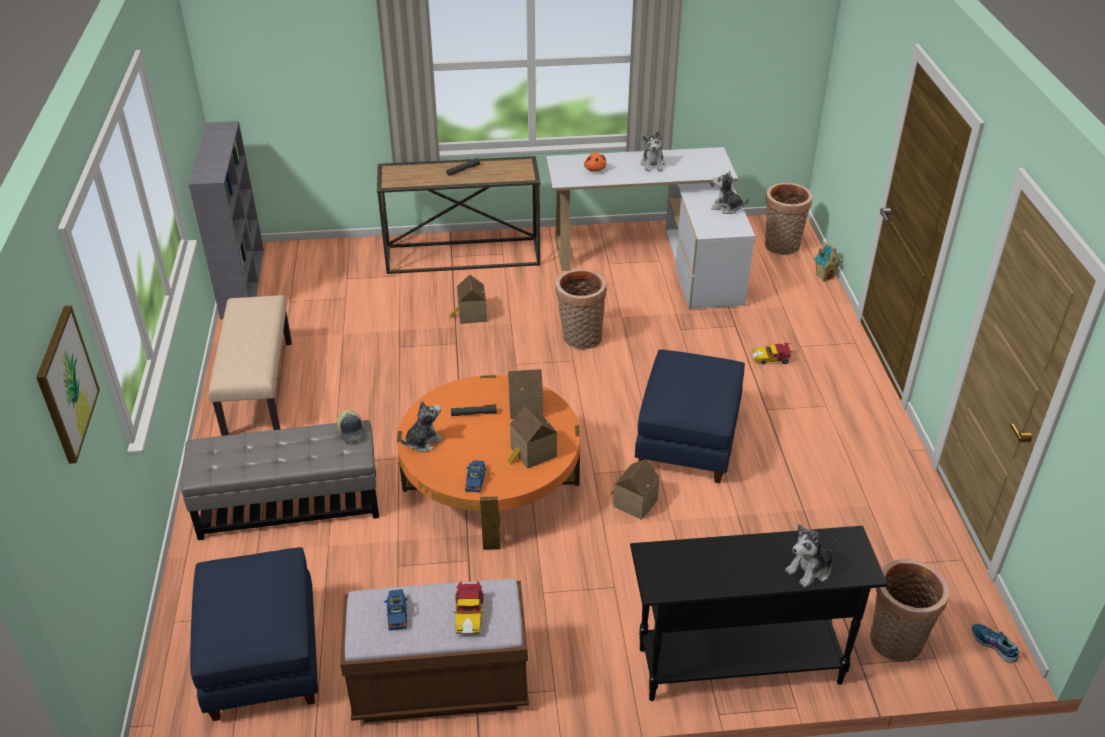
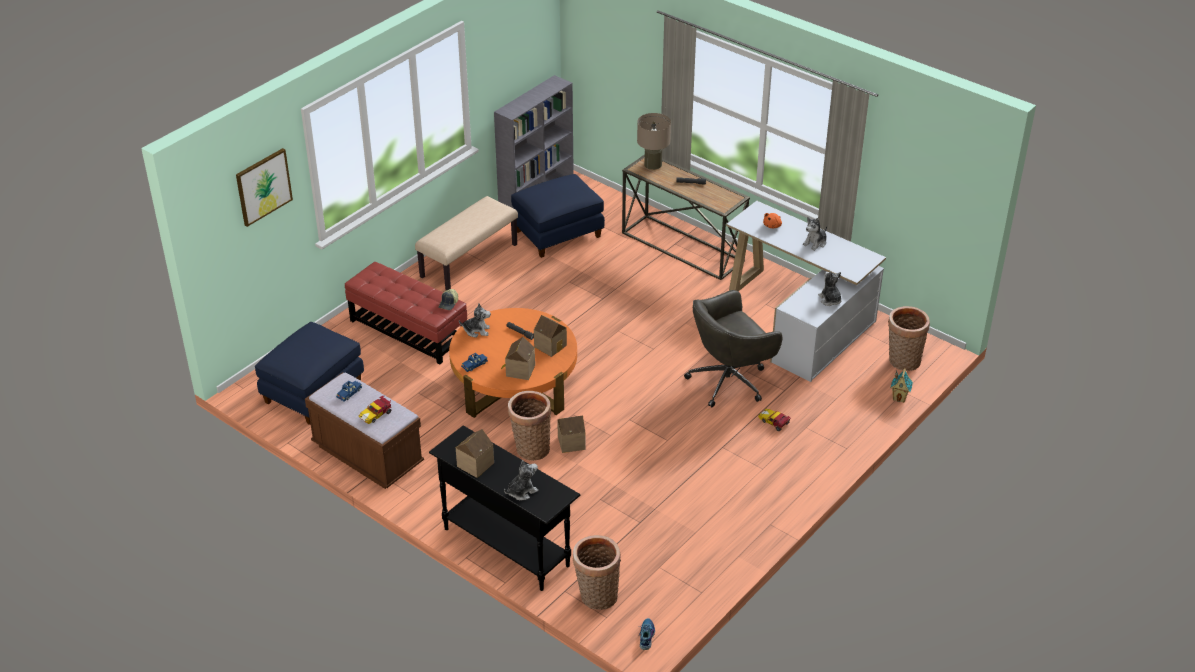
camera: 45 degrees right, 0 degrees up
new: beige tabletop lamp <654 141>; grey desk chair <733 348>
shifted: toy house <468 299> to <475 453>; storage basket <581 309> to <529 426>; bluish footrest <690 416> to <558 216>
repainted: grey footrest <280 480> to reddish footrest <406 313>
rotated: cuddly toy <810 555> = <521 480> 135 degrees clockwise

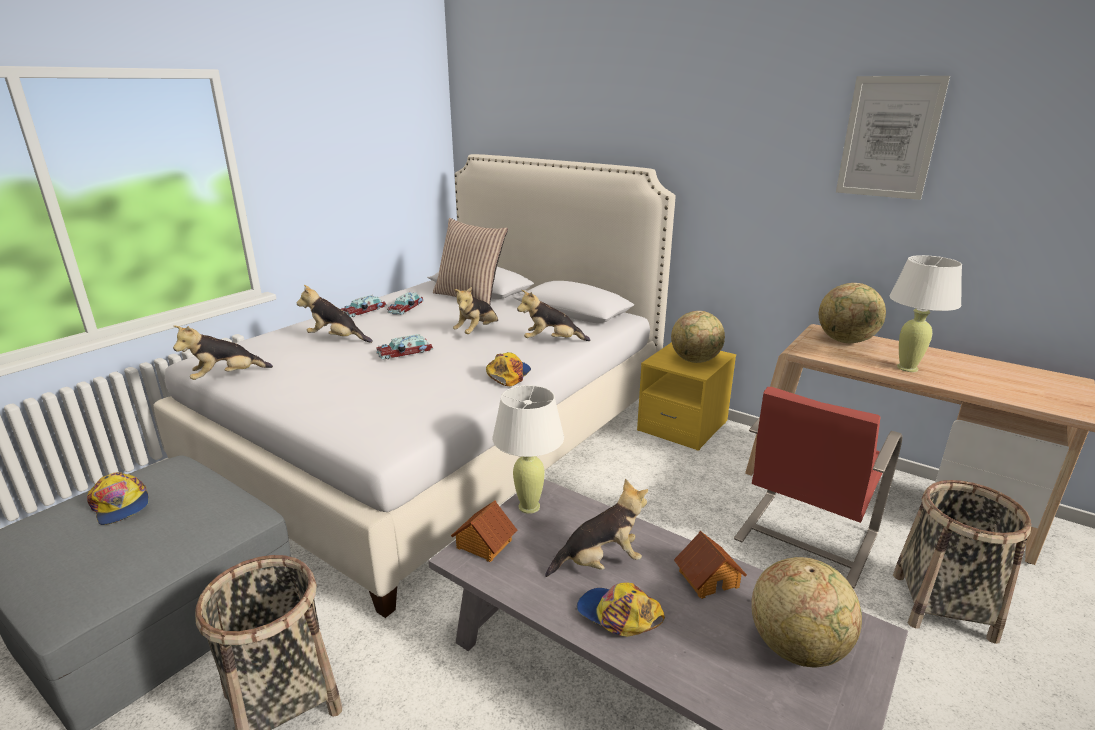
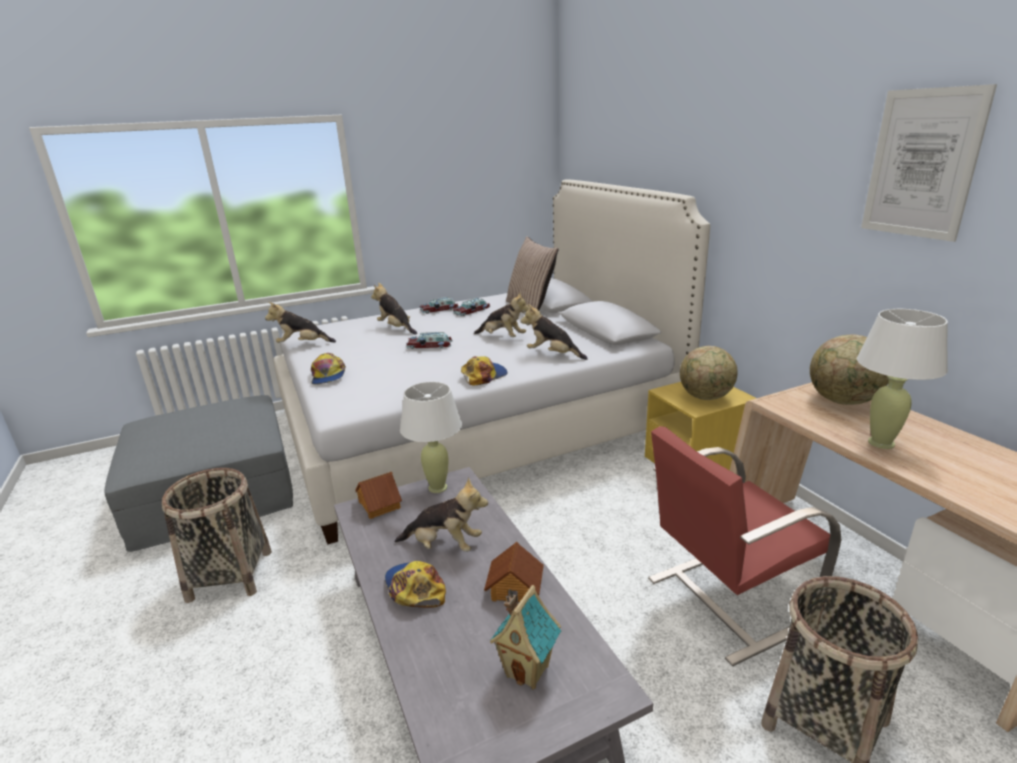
camera: 30 degrees right, 0 degrees up
shifted: cap <118 498> to <328 368>
swapped: desk globe <806 612> to toy house <525 637>
rotated: cuddly toy <475 310> = <502 315> 120 degrees counterclockwise

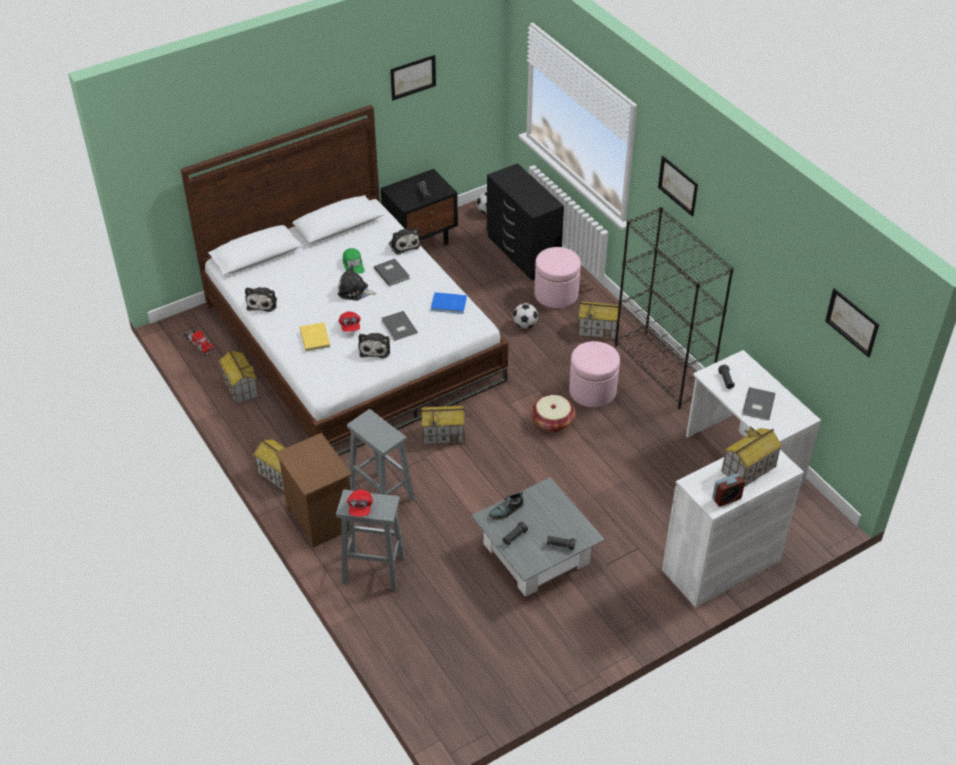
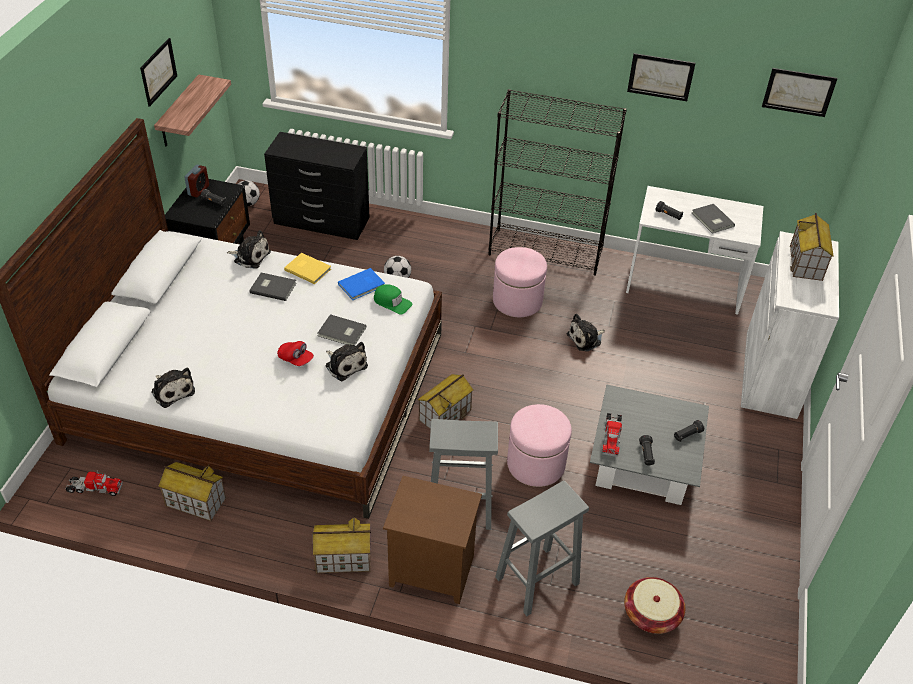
camera: 45 degrees left, 0 degrees up
gone: reddish cap <360 503>; toy house <598 320>
new: shelf <192 110>
shifted: table clock <728 490> to <196 180>; yellow-coloured book <315 336> to <307 268>; green cap <354 261> to <393 299>; pink footrest <557 277> to <539 445>; cuddly toy <357 283> to <585 332>; storage basket <553 413> to <654 605>; wall art <678 186> to <661 77>
swapped: item of footwear <506 505> to toy truck <612 435>

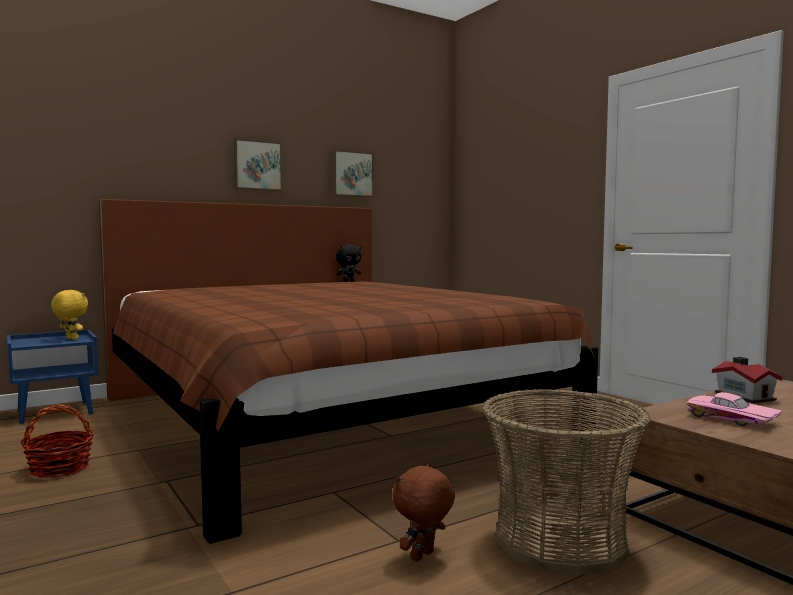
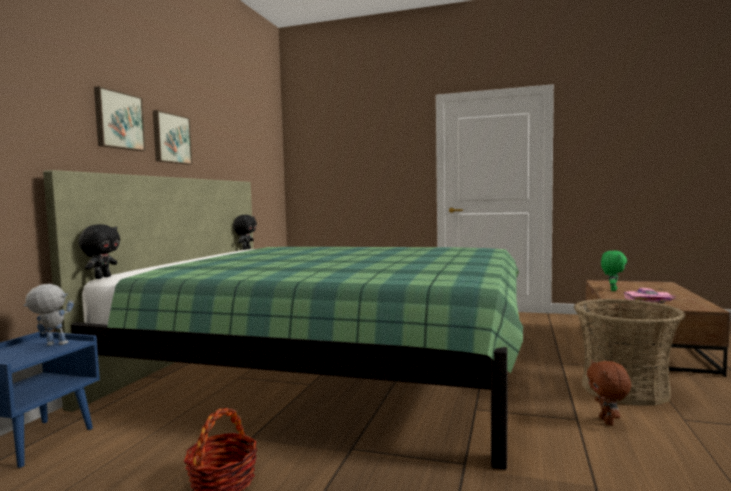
camera: 40 degrees left, 0 degrees up
new: black-coloured cuddly toy <99 251>
shifted: wall art <353 173> to <120 118>
swapped: yellow-coloured cuddly toy <69 315> to model robot <49 315>; toy house <747 380> to green cuddly toy <614 271>
repainted: brown sleeping bed <348 371> to green sleeping bed <283 320>

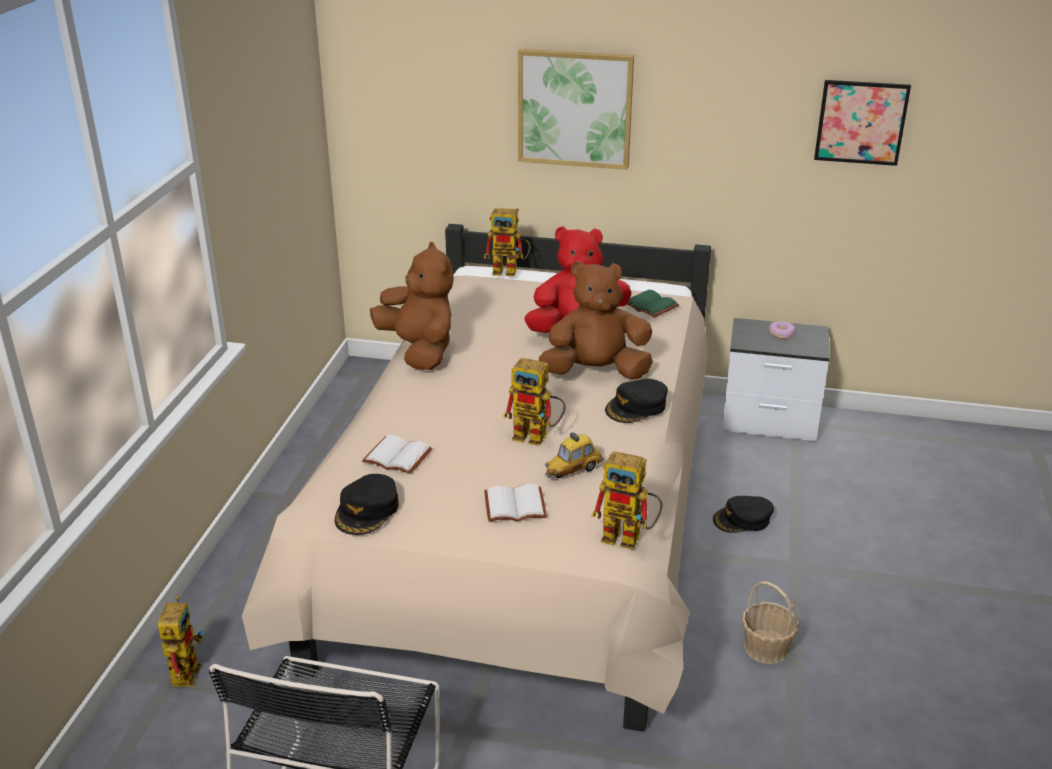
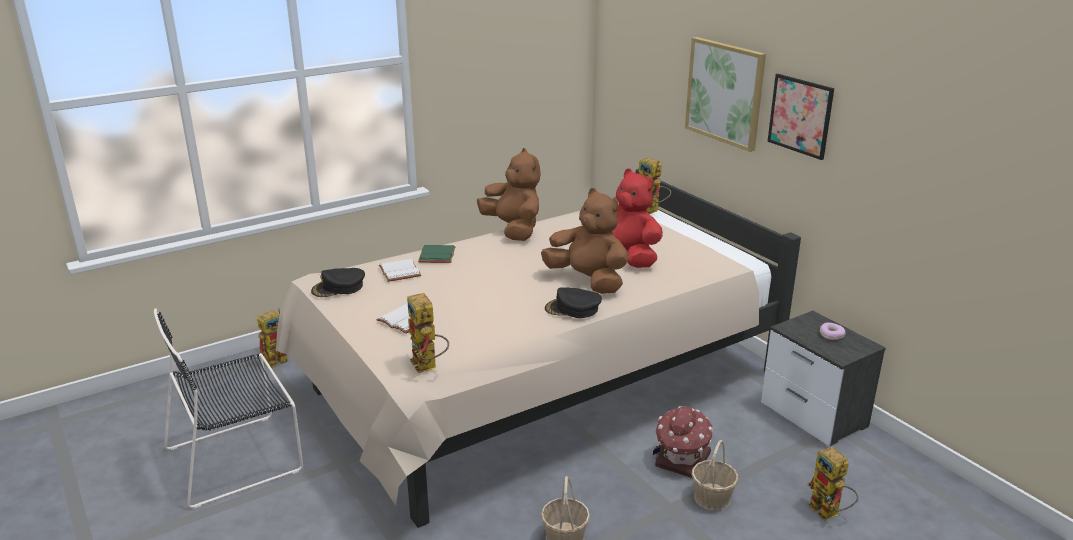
camera: 45 degrees right, 5 degrees down
gone: miniature car <574 455>
new: storage basket <715 475>
shifted: green book <653 304> to <437 254>; wall art <862 123> to <800 117>; model robot <534 402> to <832 484>
swapped: black-coloured cap <743 514> to toy house <683 442>
rotated: brown cuddly toy <412 306> = <509 194> 45 degrees counterclockwise

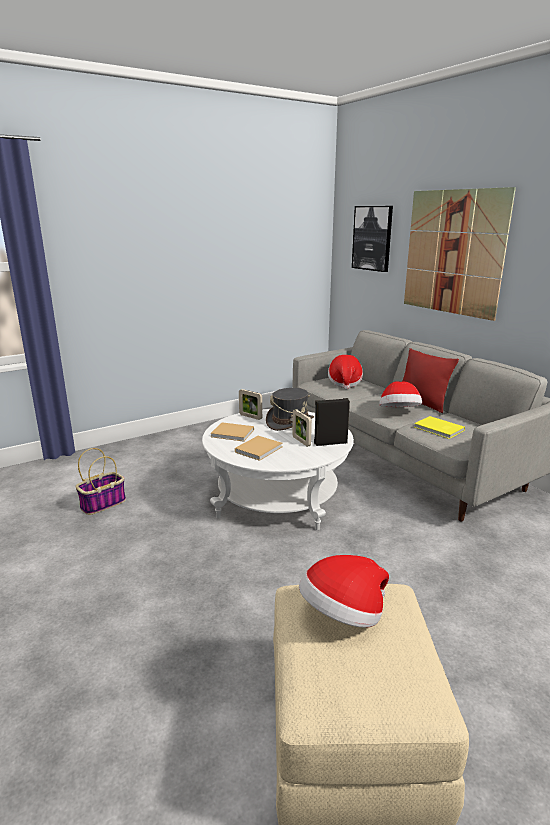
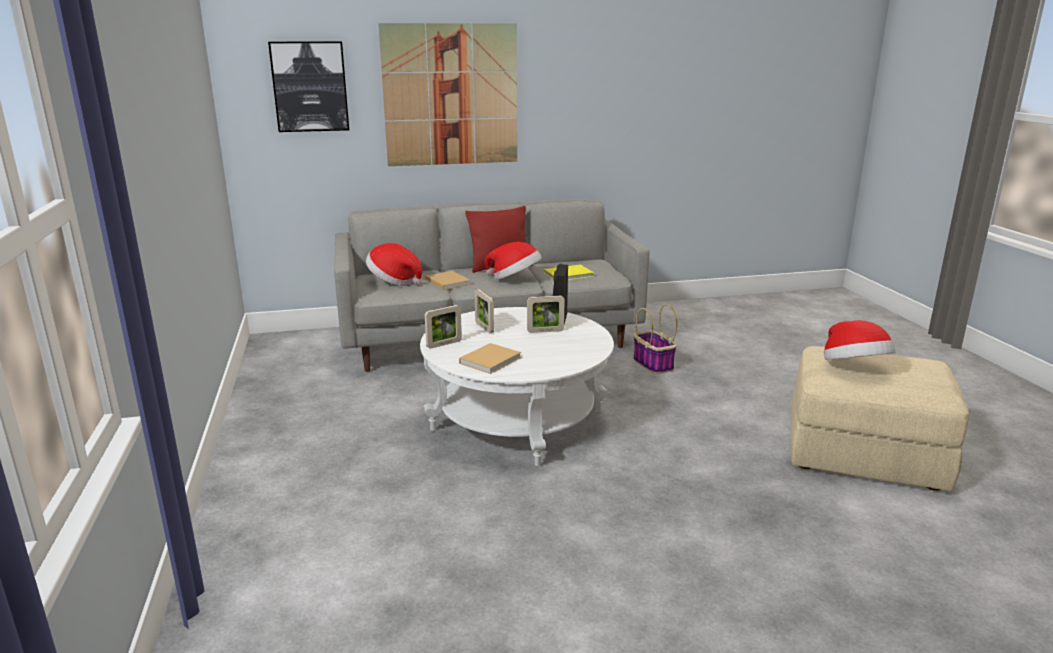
camera: 70 degrees left, 0 degrees up
shifted: beige book <258 448> to <448 280>; storage basket <101 481> to <655 339>
swapped: grey clothing hat <290 409> to photo frame <484 311>

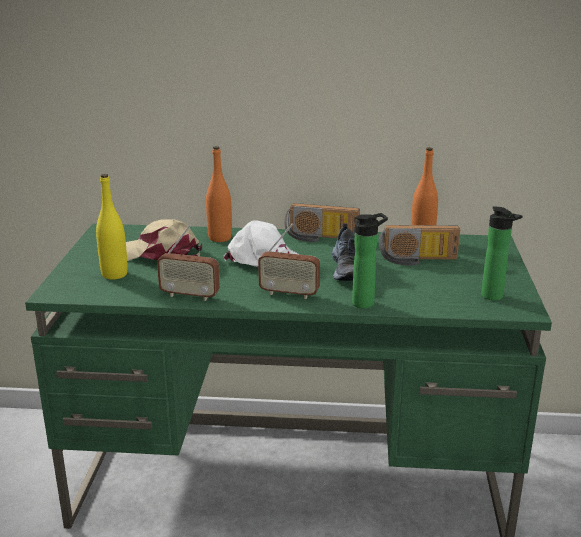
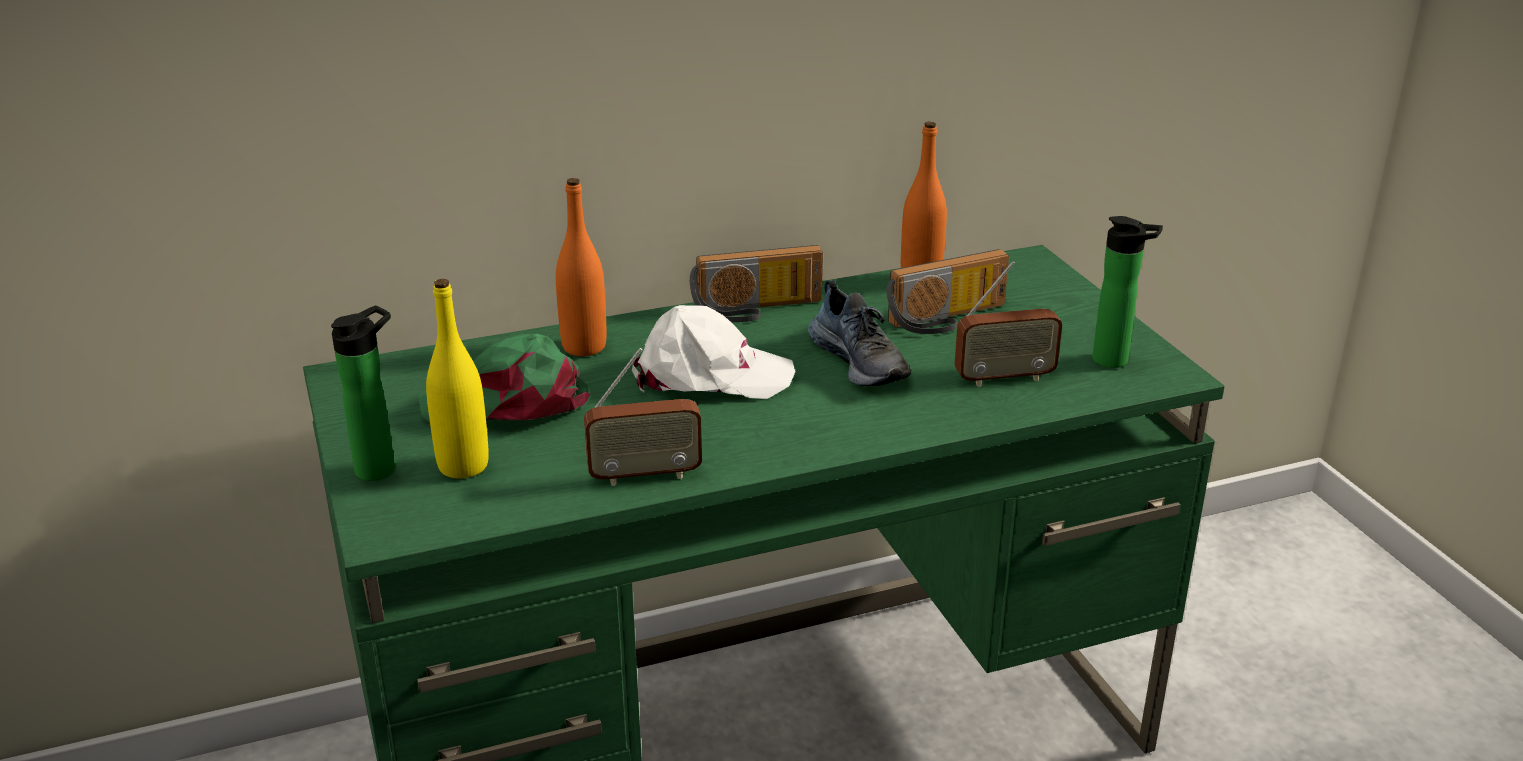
camera: 25 degrees left, 5 degrees up
shifted: bottle <370 261> to <363 393>; radio set <289 261> to <1008 324>
repainted: beige cap <164 240> to green cap <504 378>

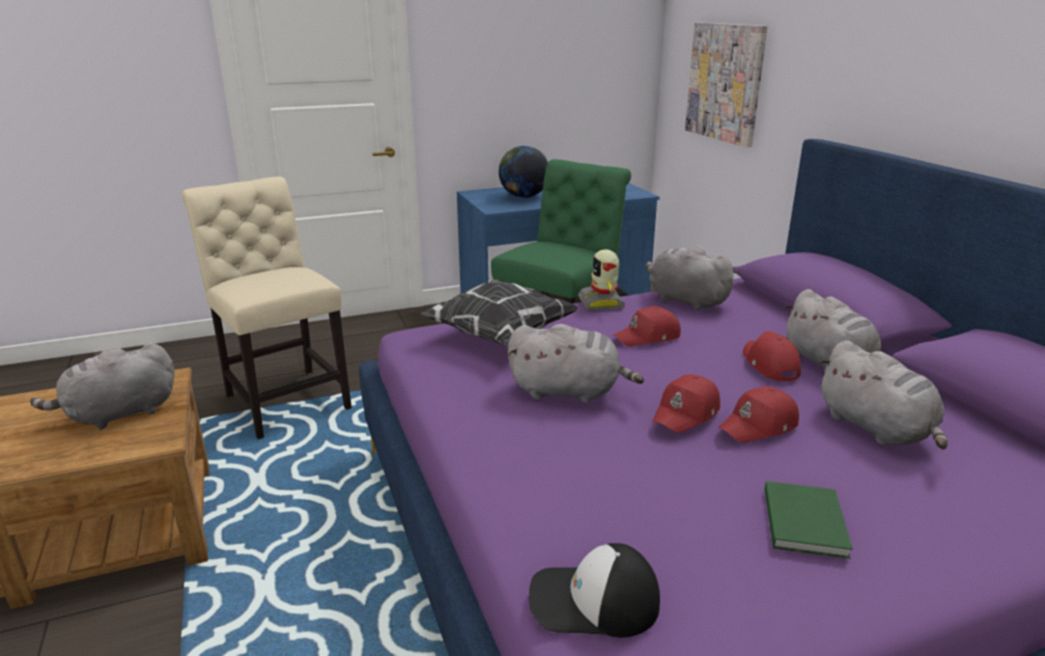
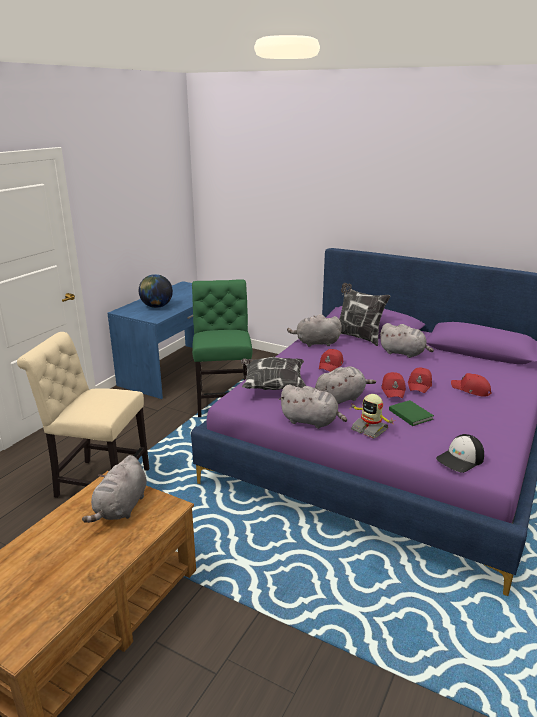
camera: 40 degrees left, 0 degrees up
gone: wall art <726 85>
new: cushion <365 314>
shifted: grey cuddly toy <883 395> to <313 406>; model robot <601 280> to <372 416>; green book <809 520> to <411 413>; reddish cap <772 356> to <471 385>

